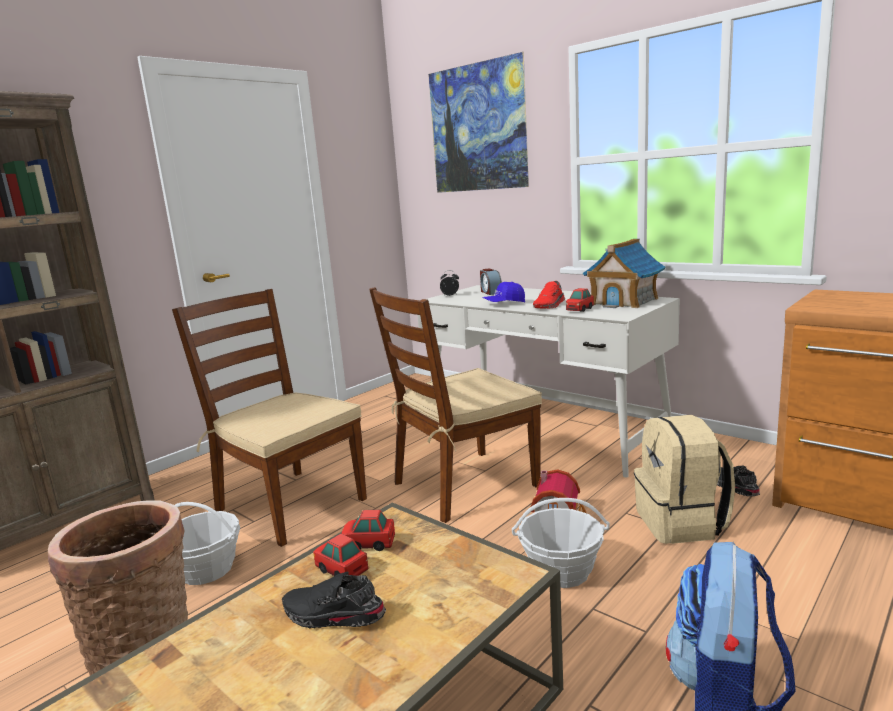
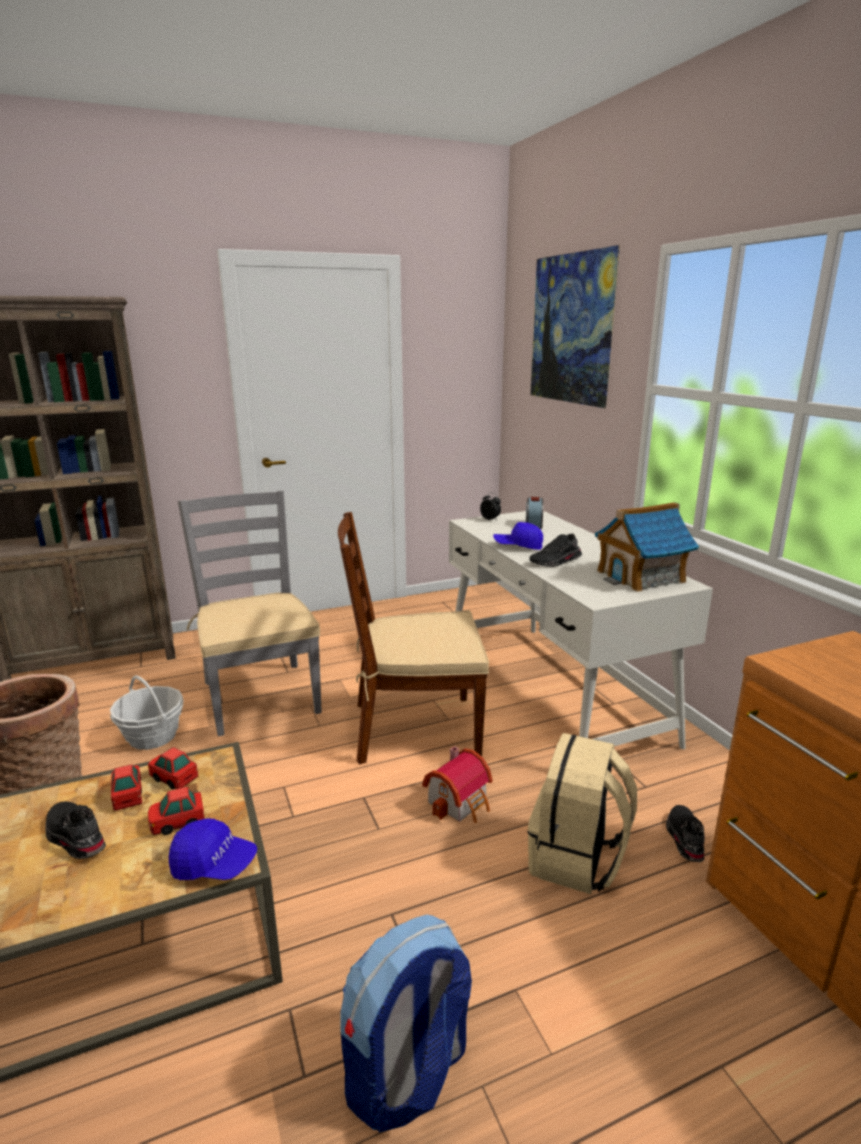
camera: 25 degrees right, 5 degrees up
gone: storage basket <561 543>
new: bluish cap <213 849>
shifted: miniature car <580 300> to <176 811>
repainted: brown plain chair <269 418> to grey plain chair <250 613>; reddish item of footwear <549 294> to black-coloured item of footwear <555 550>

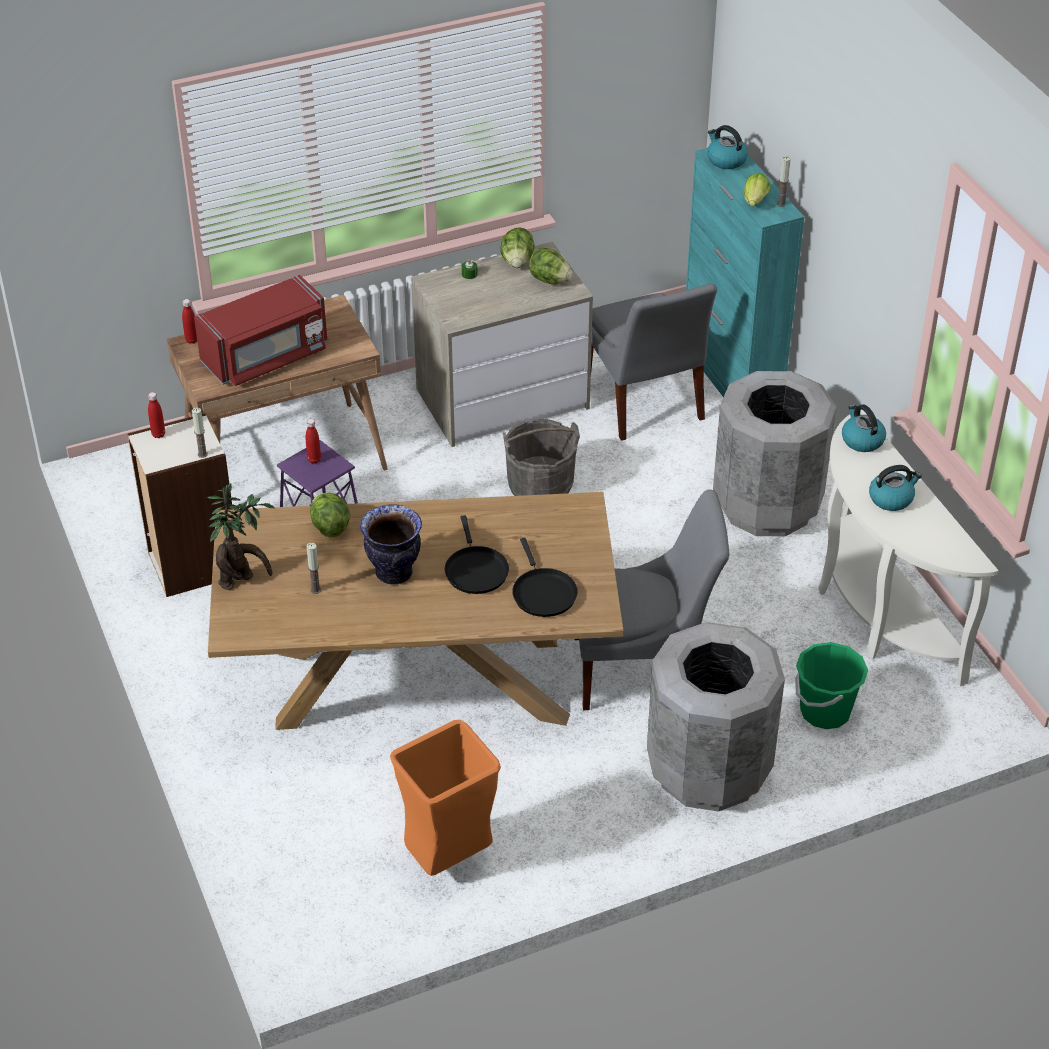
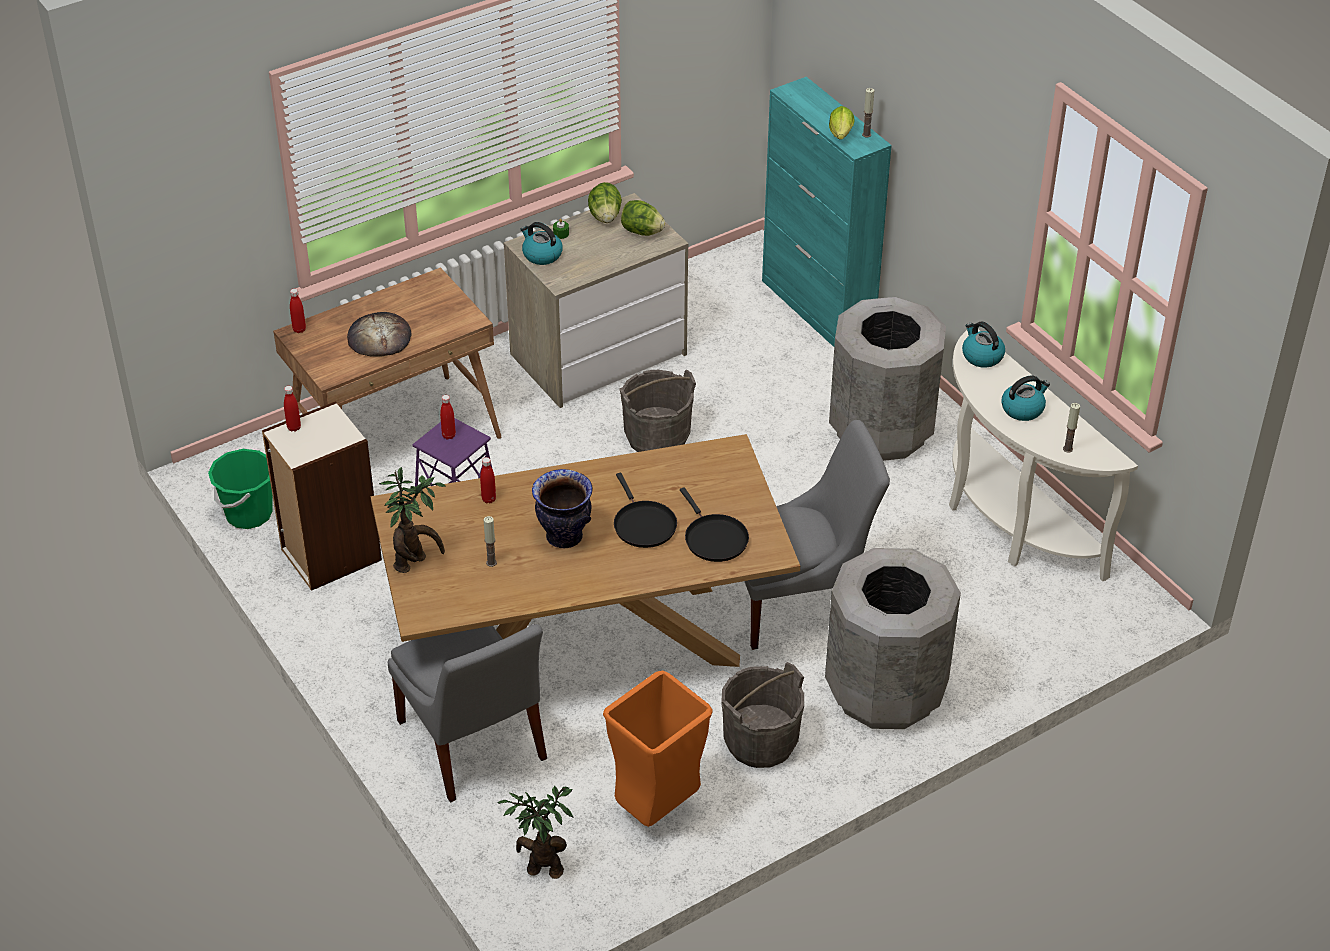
camera: 10 degrees left, 0 degrees up
new: potted plant <536 832>; grey water bucket <762 715>
shifted: green water bucket <831 685> to <240 489>; grey plain chair <654 362> to <467 713>; kettle <727 147> to <541 243>; wax candle <200 433> to <1071 428>
swapped: reddish microwave <261 330> to baked bread <379 334>; head of lettuce <330 515> to reddish bottle <488 480>

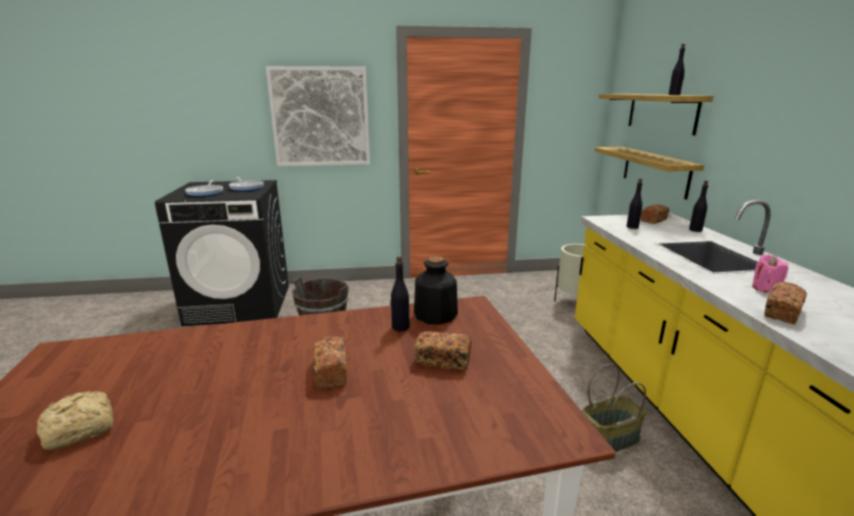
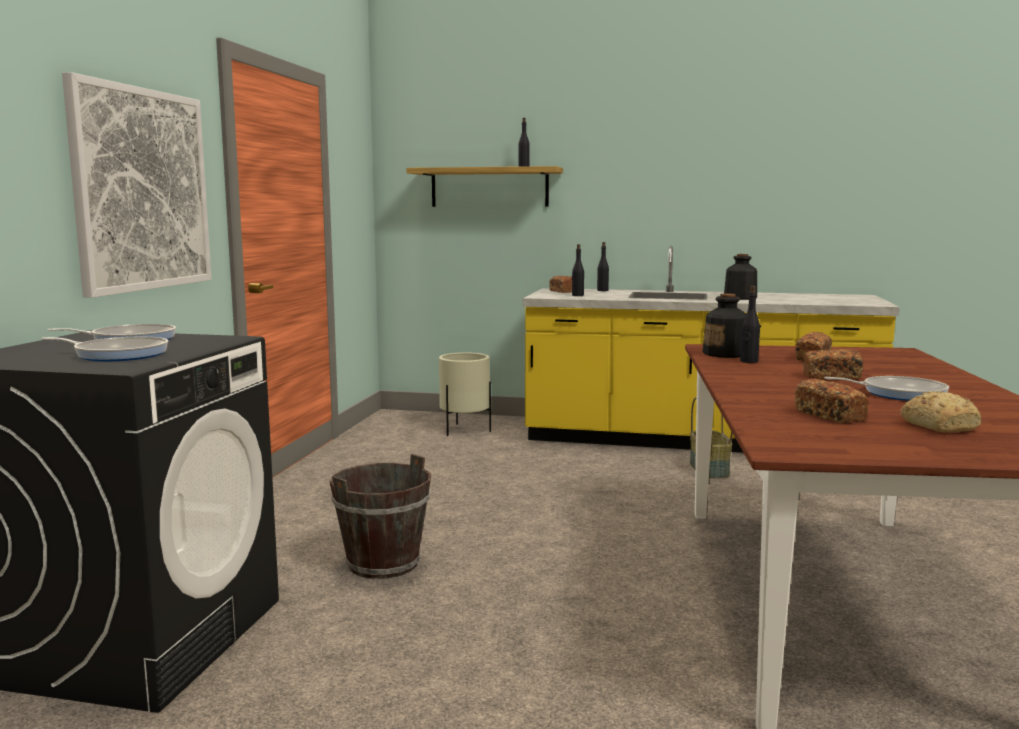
camera: 70 degrees left, 10 degrees down
gone: shelf <649 173>
new: skillet <886 388>
shifted: baked bread <785 303> to <832 400>
swapped: pink wax candle <770 274> to bottle <740 277>

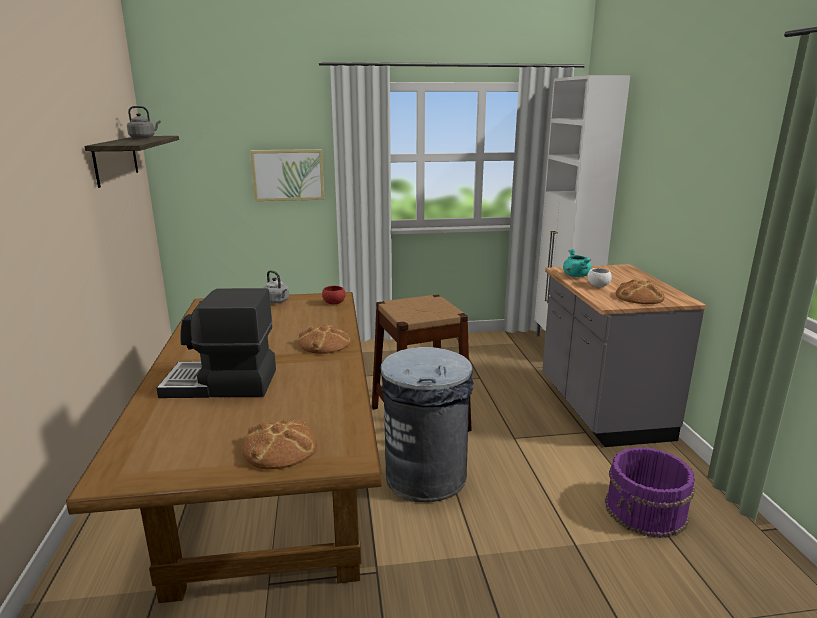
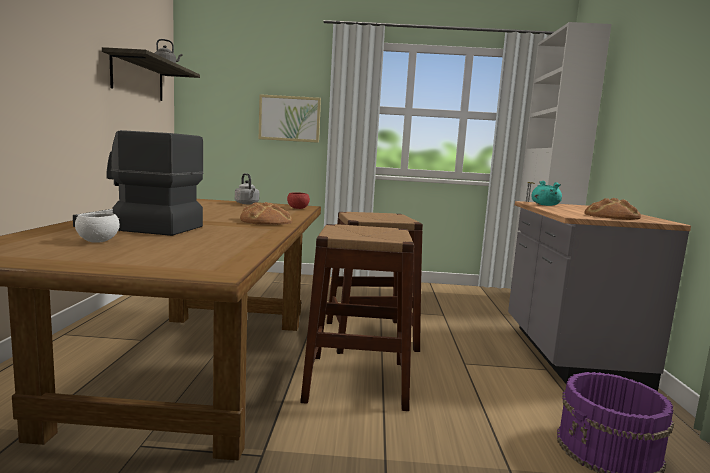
camera: 10 degrees right, 10 degrees down
gone: baked bread <279 444>
shifted: white serving bowl <599 277> to <97 228>
swapped: grey trash can <427 424> to brown stool seat <357 317>

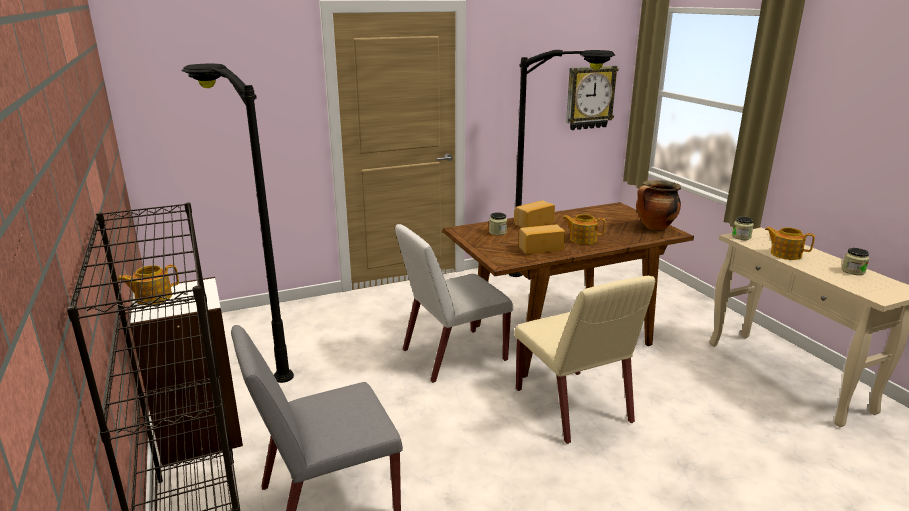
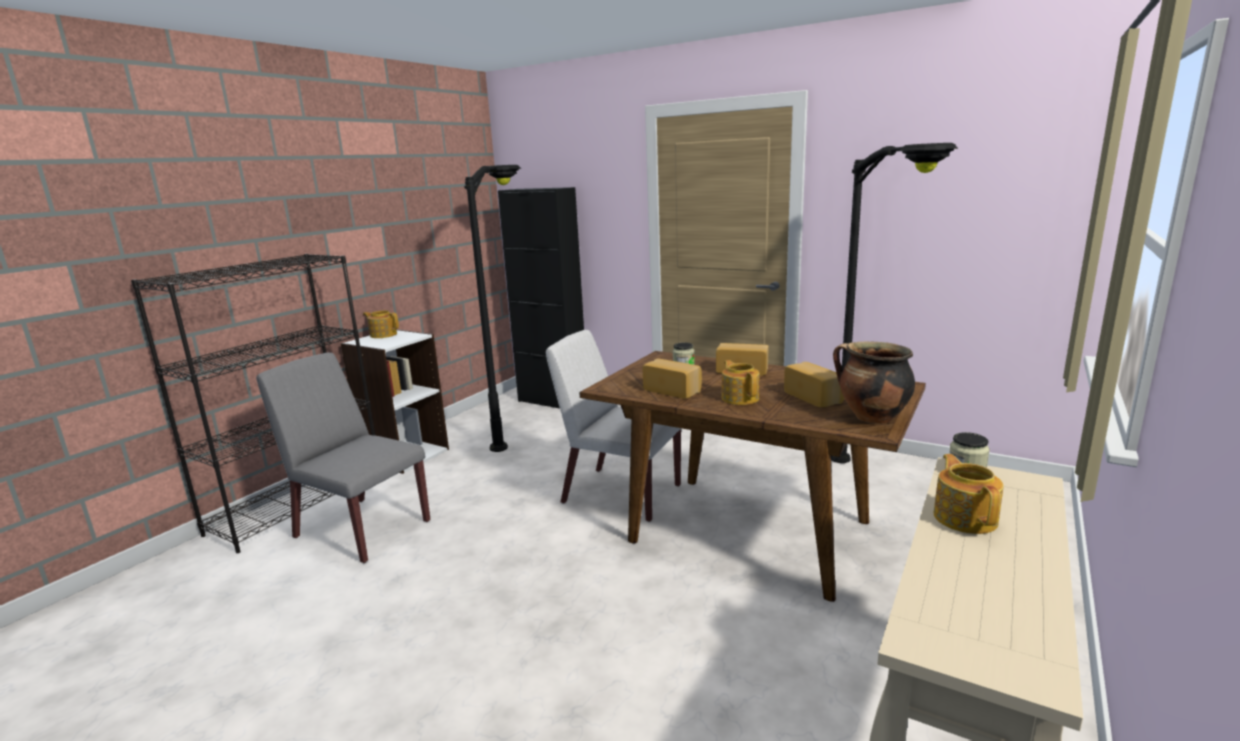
camera: 55 degrees right, 5 degrees down
gone: beige plain chair <585 360>; wall clock <592 98>; jar <855 261>
new: black-coloured storage cabinet <541 298>; baked bread <814 384>

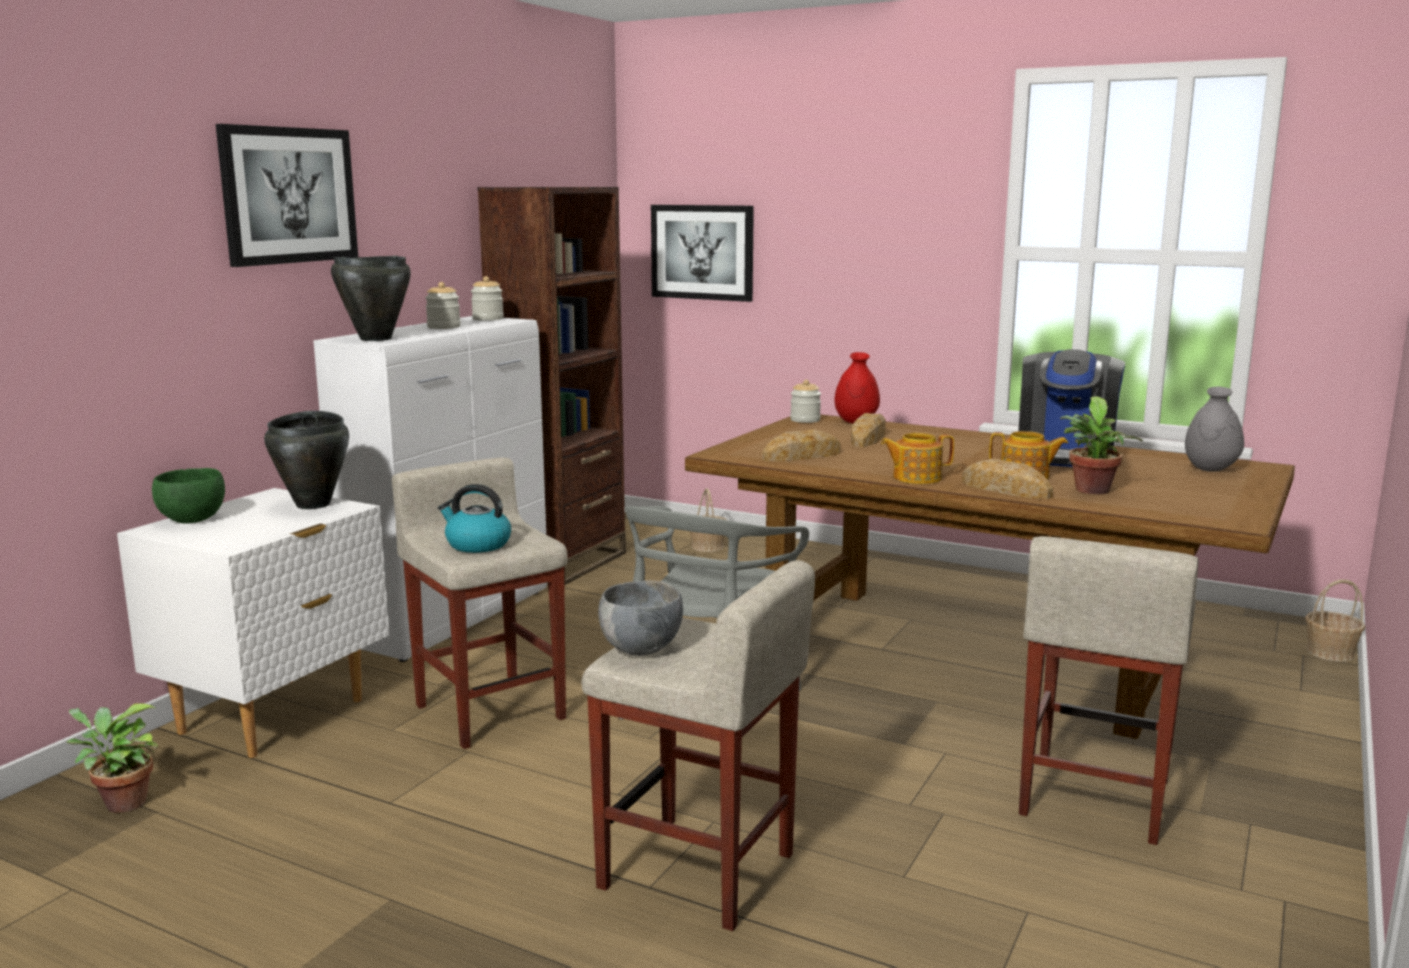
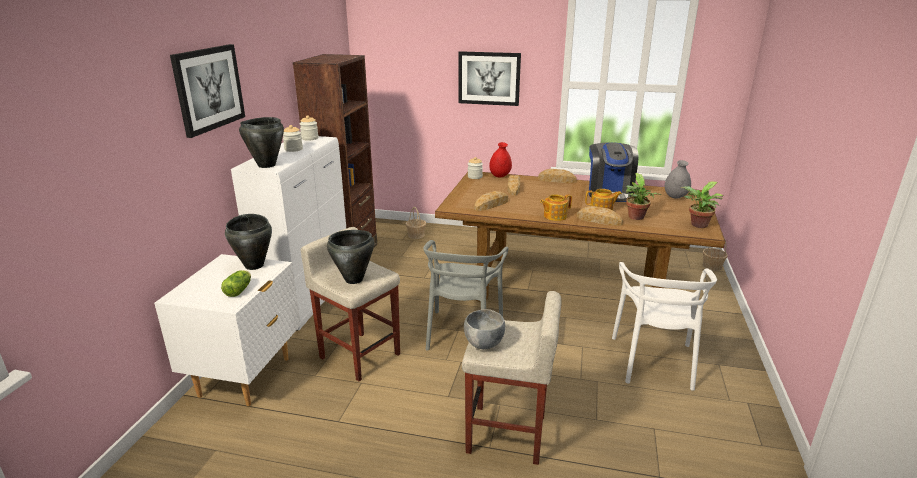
camera: 15 degrees left, 10 degrees up
gone: green serving bowl <188 496>
new: head of lettuce <236 283>; baked bread <557 176>
shifted: wall art <702 253> to <490 78>; potted plant <112 758> to <701 204>
swapped: kettle <474 518> to black-coloured saucepot <351 257>; beige stool seat <1108 690> to white plain chair <664 326>

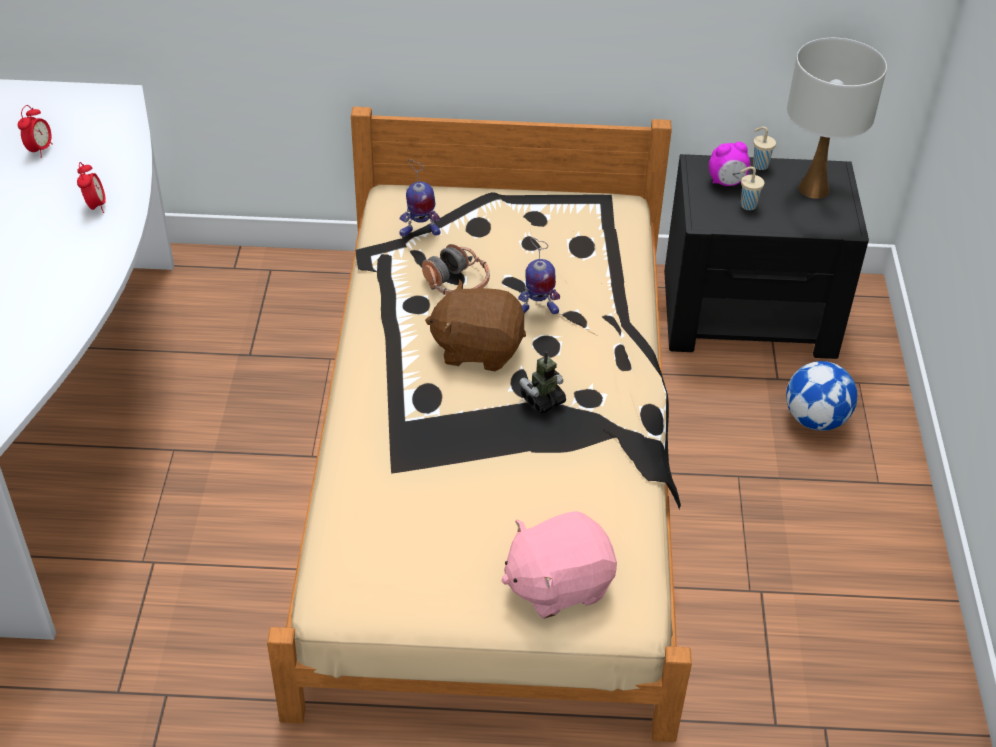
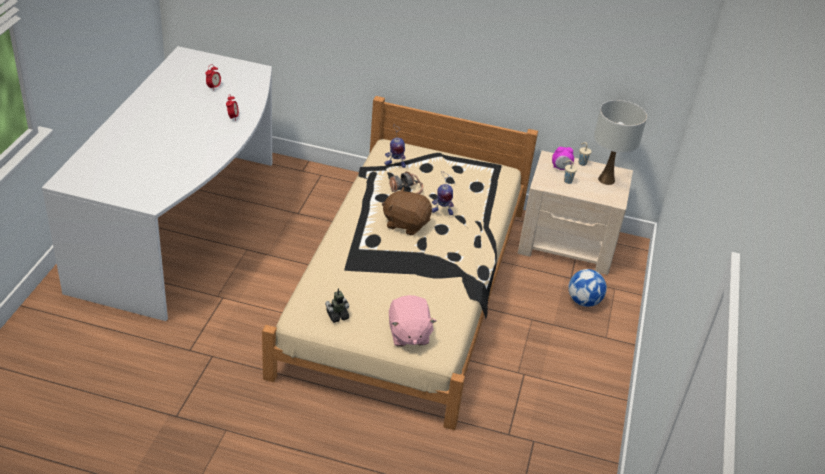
camera: 10 degrees right, 5 degrees down
shifted: model robot <542 382> to <337 305>
repainted: black-coloured nightstand <766 256> to beige nightstand <575 213>
rotated: pink cuddly toy <559 565> = <413 321> 90 degrees counterclockwise

